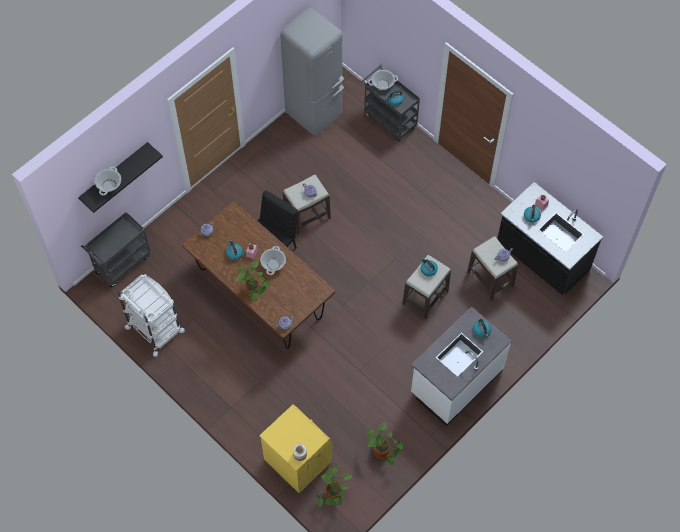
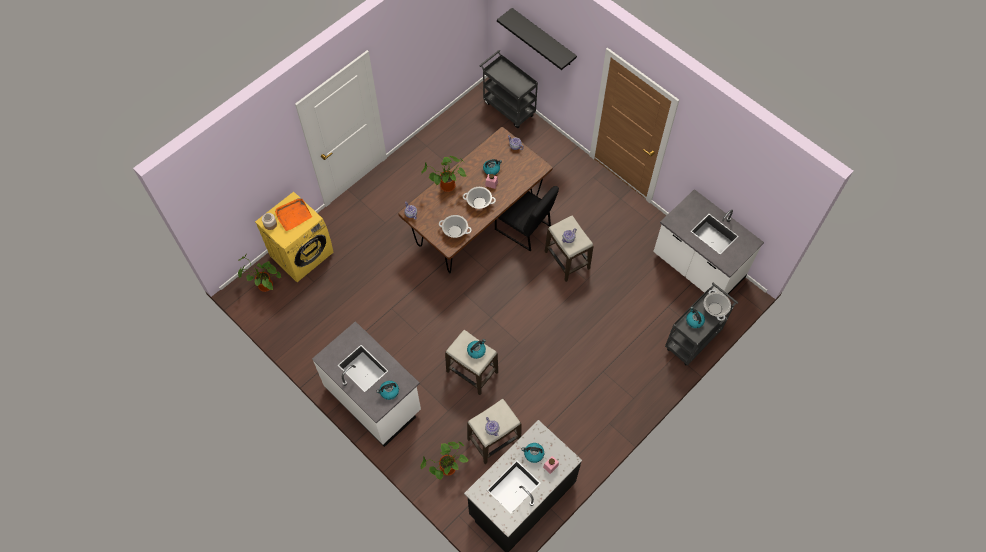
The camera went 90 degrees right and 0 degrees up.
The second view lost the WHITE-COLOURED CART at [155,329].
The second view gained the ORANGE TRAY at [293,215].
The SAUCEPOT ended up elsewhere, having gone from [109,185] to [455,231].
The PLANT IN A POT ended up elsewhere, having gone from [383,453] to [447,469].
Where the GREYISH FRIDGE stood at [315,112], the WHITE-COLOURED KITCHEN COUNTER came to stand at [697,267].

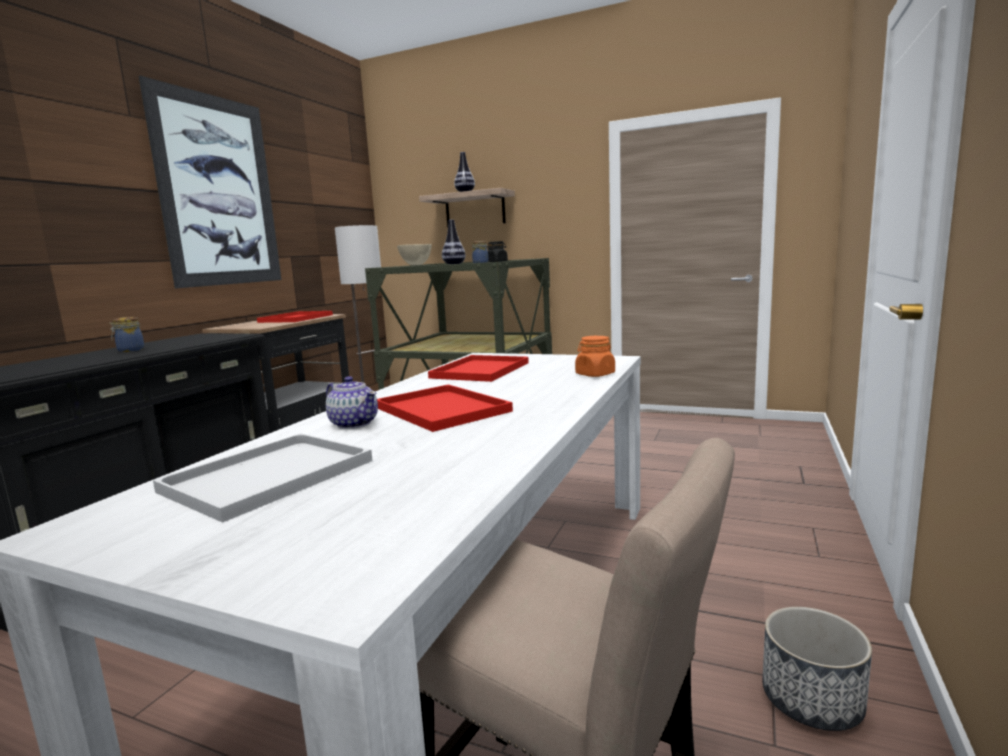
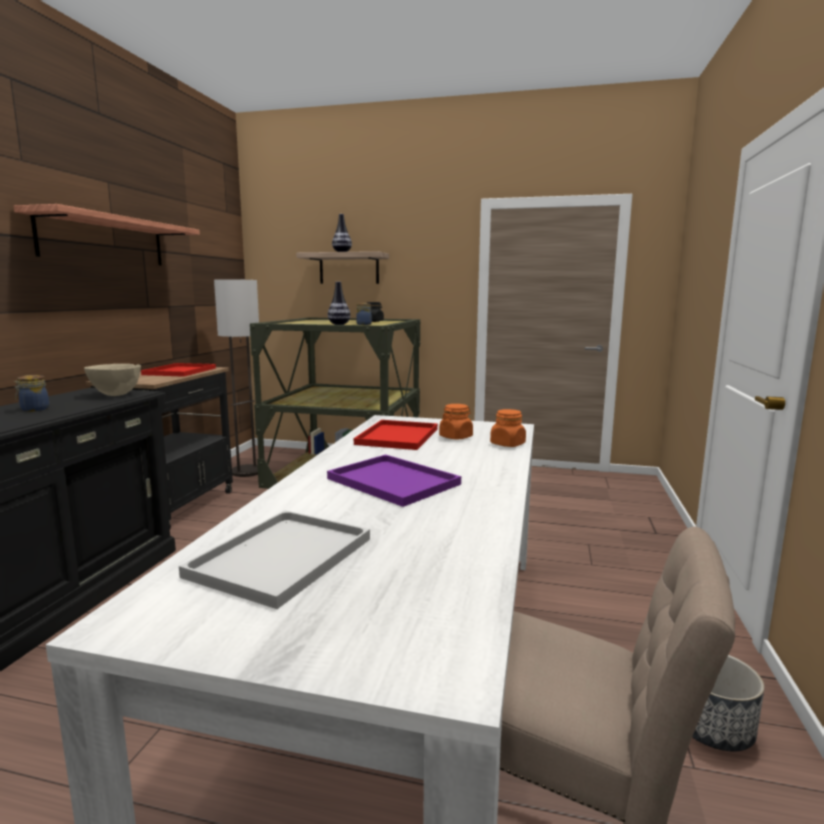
The camera went 10 degrees left and 0 degrees up.
The second view lost the POT FOR TEA at [354,423].
The second view gained the ORANGE PRESERVE JAR at [456,437].
The BEIGE-COLOURED SERVING BOWL ended up elsewhere, having gone from [416,265] to [116,395].
Where the PICTURE hung at [218,192], the SHELF came to hang at [104,240].
What was the RED TRAY at [439,409] turned into the PURPLE TRAY at [390,481].

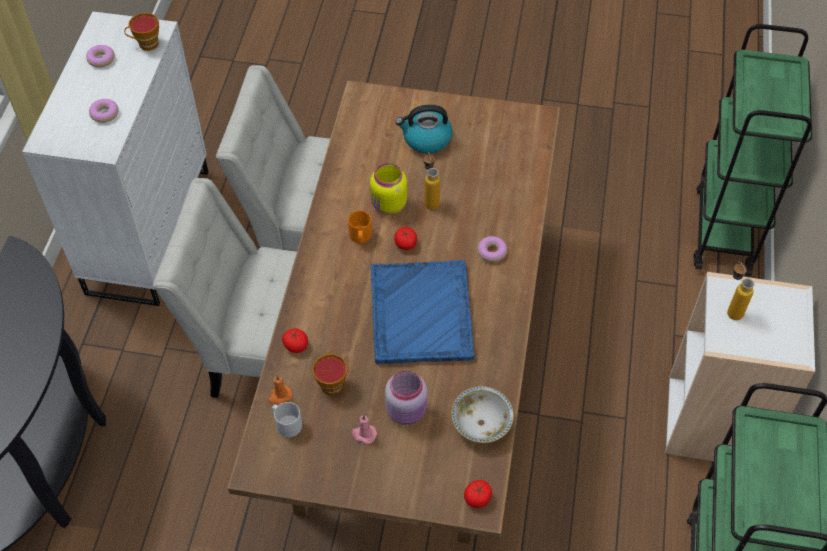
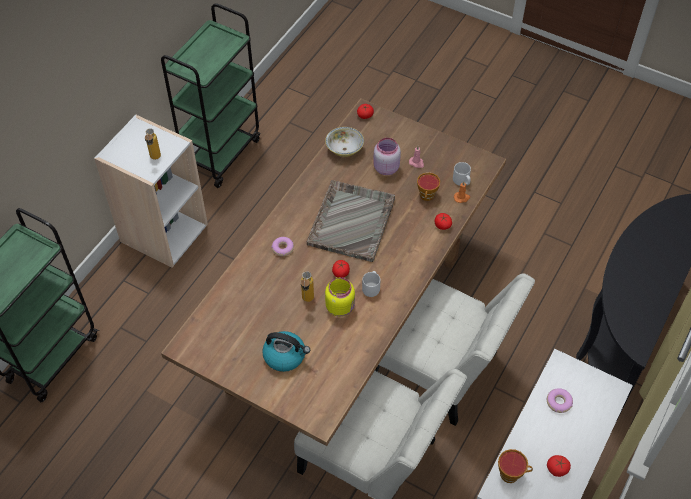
The camera went 160 degrees left and 0 degrees up.
Where the DOUGHNUT stood at [101,59], the TOMATO came to stand at [557,469].
What was the ORANGE TEA MUG at [360,237] turned into the GREYISH TEA MUG at [371,287].
What was the BLUISH TRAY at [421,314] turned into the GREYISH TRAY at [352,221].

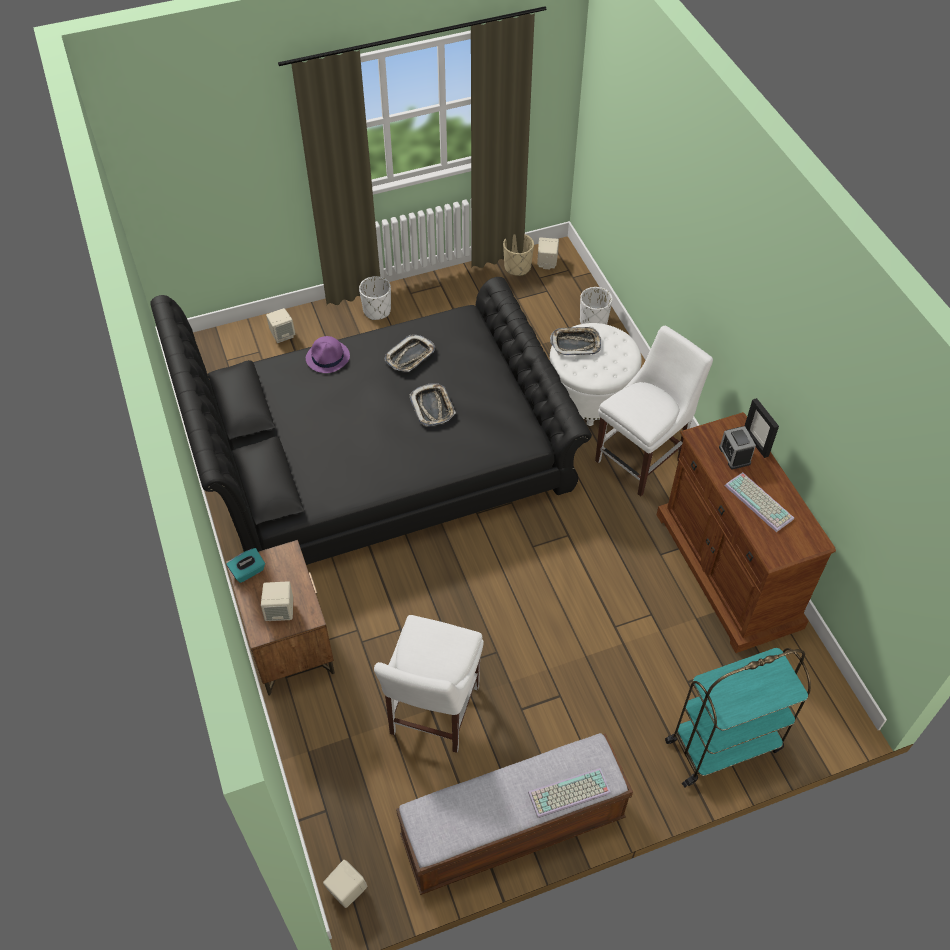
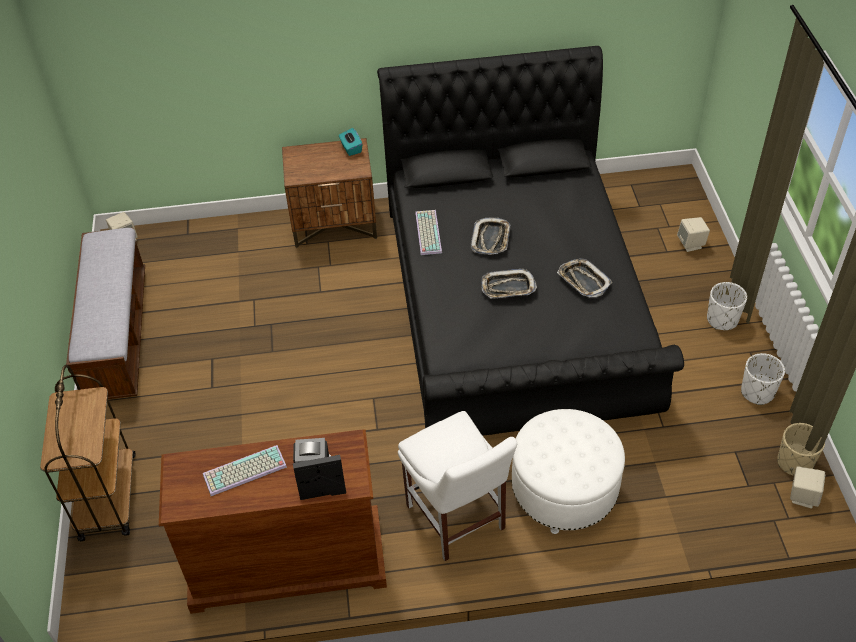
The camera went 105 degrees right and 5 degrees down.
The second view lost the BEIGE-COLOURED SPEAKER at [280,611].
The second view lost the PURPLE HAT at [328,357].
The second view lost the WHITE-COLOURED CHAIR at [432,714].
The KEYBOARD ended up elsewhere, having gone from [568,794] to [427,232].
The TRAY ended up elsewhere, having gone from [575,344] to [491,239].
The WHITE-COLOURED PLANTER ended up elsewhere, having gone from [593,321] to [757,392].
What was the TURQUOISE-COLOURED CART at [725,746] turned into the BROWNISH CART at [107,499].

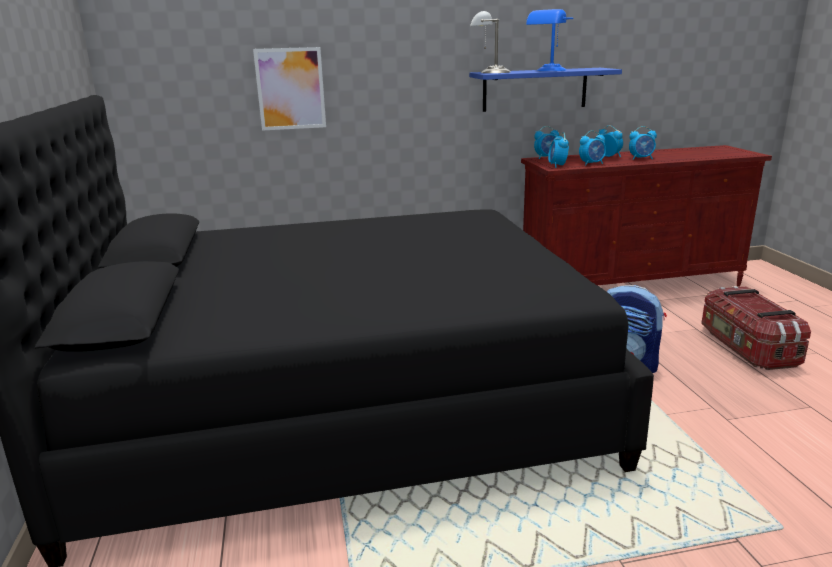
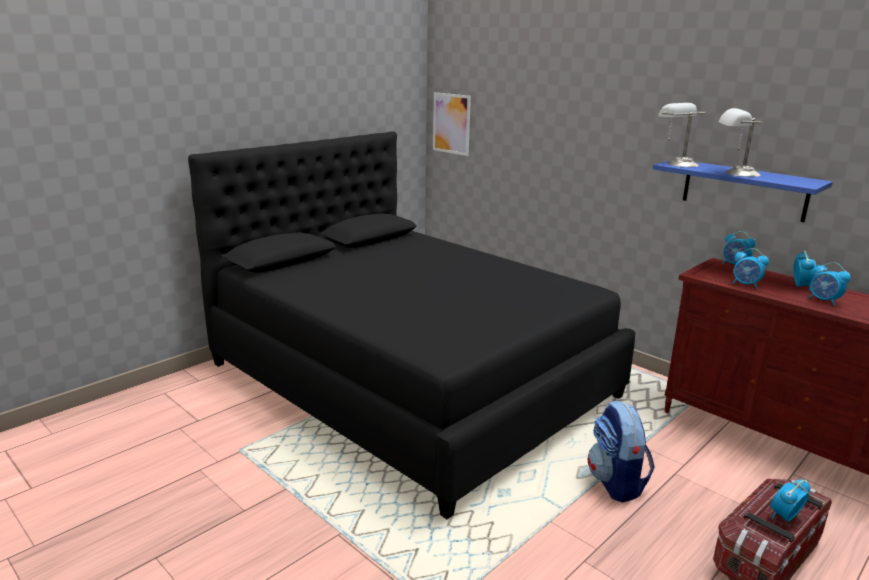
The camera went 55 degrees right and 0 degrees up.
The PICTURE ended up elsewhere, having gone from [290,89] to [451,123].
The TABLE CLOCK ended up elsewhere, having gone from [557,166] to [784,517].
What was the BLUISH TABLETOP LAMP at [548,70] turned into the WHITE-COLOURED TABLETOP LAMP at [735,173].

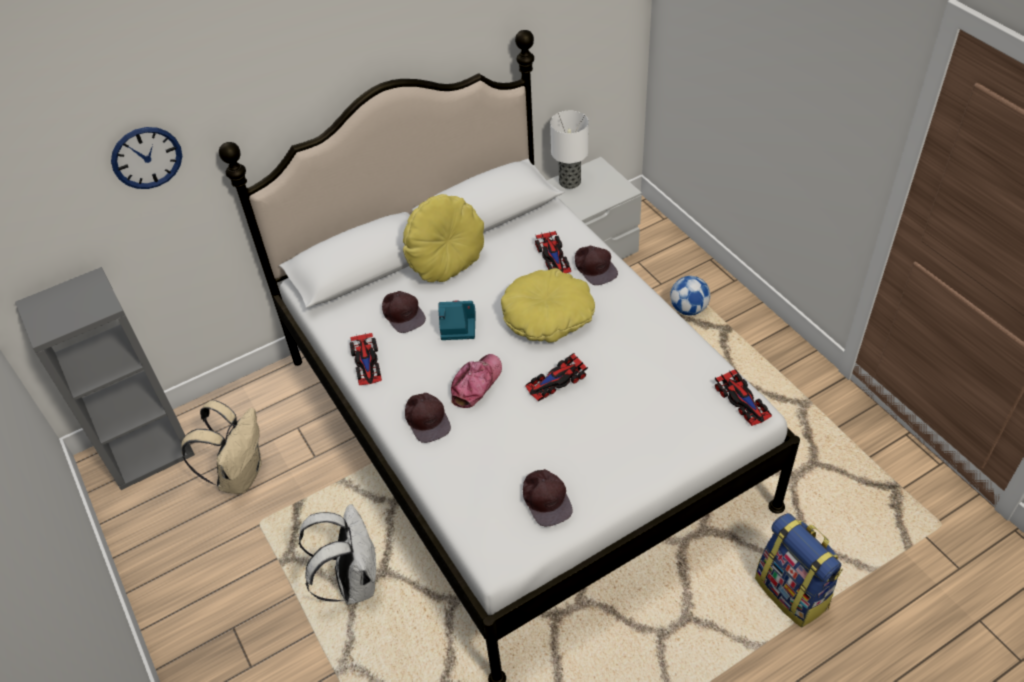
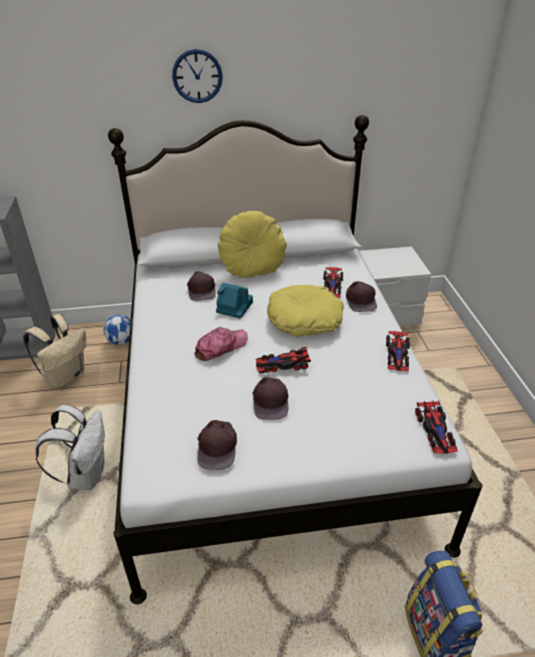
The camera went 20 degrees right and 10 degrees down.
The second view lost the TABLETOP LAMP at [569,182].
The WALL CLOCK ended up elsewhere, having gone from [146,157] to [197,76].
The MINIATURE CAR ended up elsewhere, having gone from [366,362] to [397,354].
The BROWNISH PEAKED CAP ended up elsewhere, having gone from [427,419] to [271,401].
The FOOTBALL ended up elsewhere, having gone from [688,309] to [121,341].

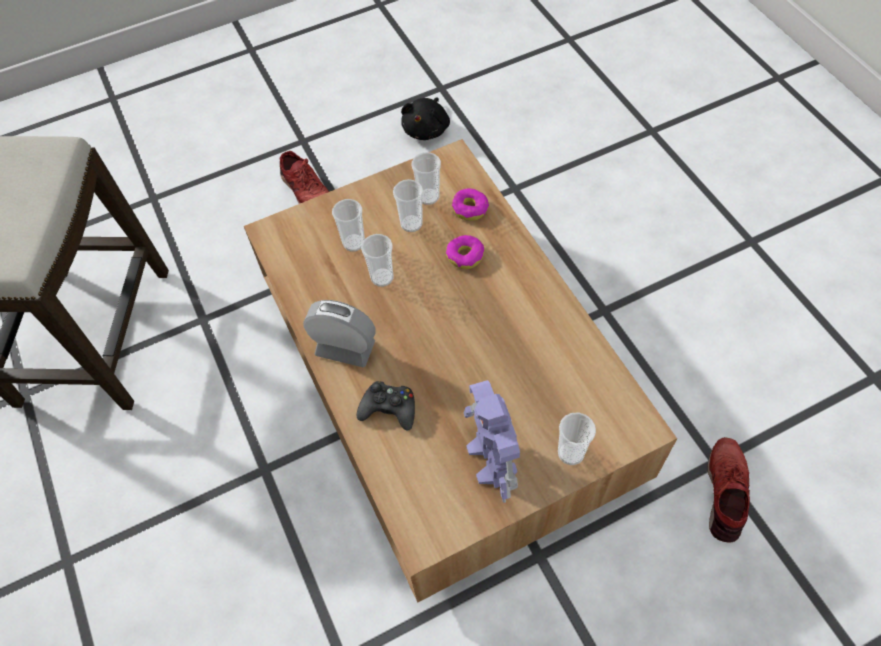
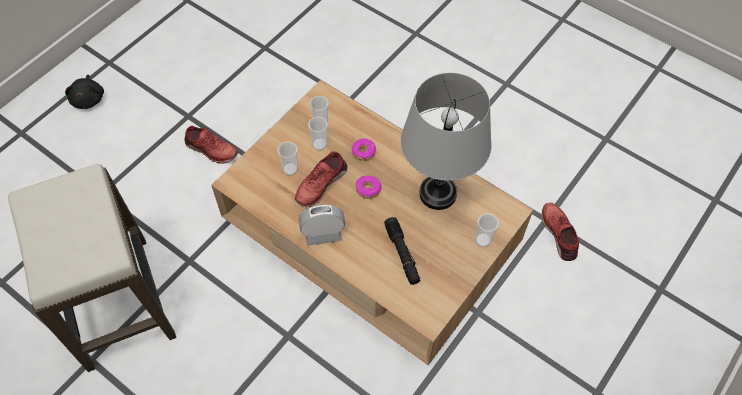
The camera went 30 degrees left and 0 degrees up.
The second view lost the BLACK-COLOURED GAMEPAD at [389,408].
The second view lost the MODEL ROBOT at [492,461].
The second view gained the BLACK-COLOURED TORCH at [402,254].
The second view gained the GREYISH TABLETOP LAMP at [438,194].
The BLACK-COLOURED SOFT TOY ended up elsewhere, having gone from [427,129] to [89,99].
The DOUGHNUT ended up elsewhere, having gone from [470,209] to [368,189].
Where the SMALL CUP stood at [382,277], the RED SHOE came to stand at [320,184].

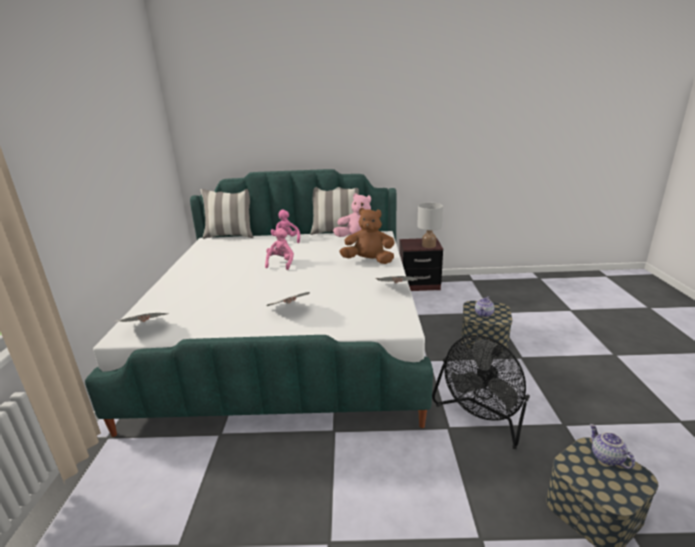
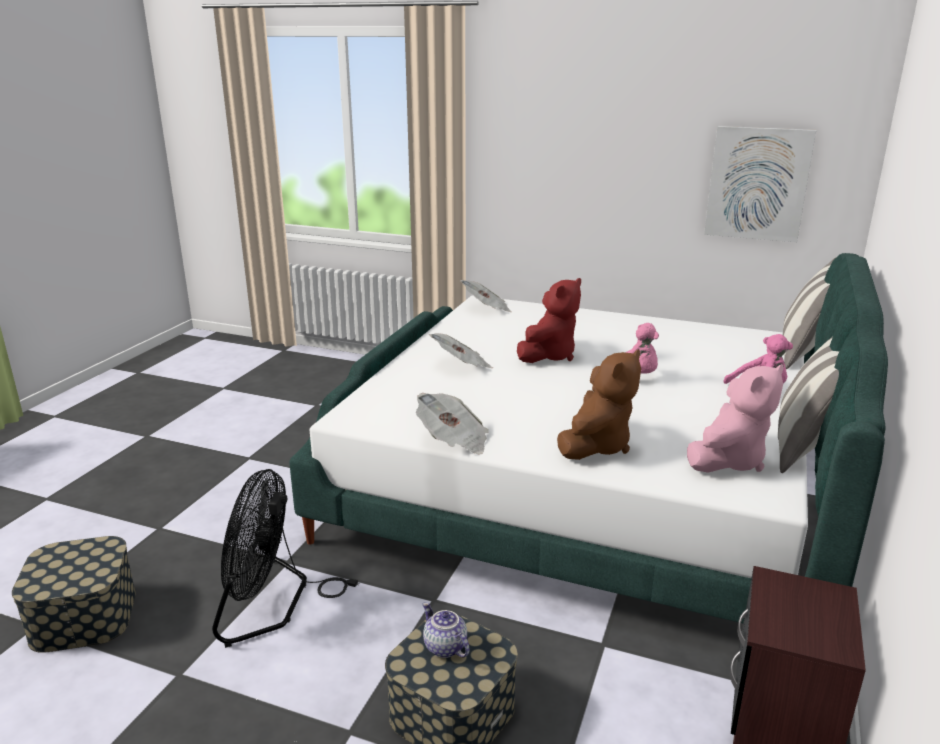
The camera went 110 degrees right and 0 degrees up.
The second view lost the GREYISH TABLETOP LAMP at [428,245].
The second view lost the POT FOR TEA at [606,457].
The second view gained the RED SOFT TOY at [549,355].
The second view gained the PICTURE at [757,183].
The BLACK-COLOURED COOLING FAN at [479,414] ended up facing another way, 60 degrees counterclockwise from before.

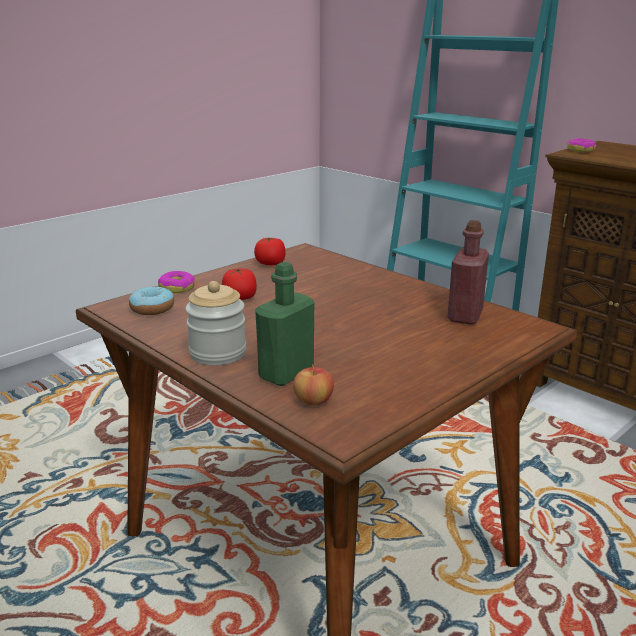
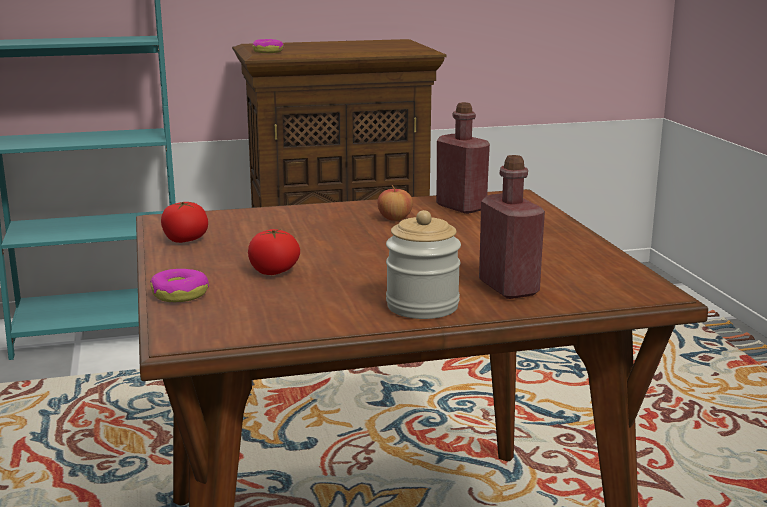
The camera went 60 degrees left and 5 degrees down.
The second view lost the DOUGHNUT at [152,309].
The WHOLE APPLE ended up elsewhere, having gone from [313,401] to [395,218].
What was the GREENISH BEVERAGE BOTTLE at [286,373] turned into the RED BEVERAGE BOTTLE at [508,288].

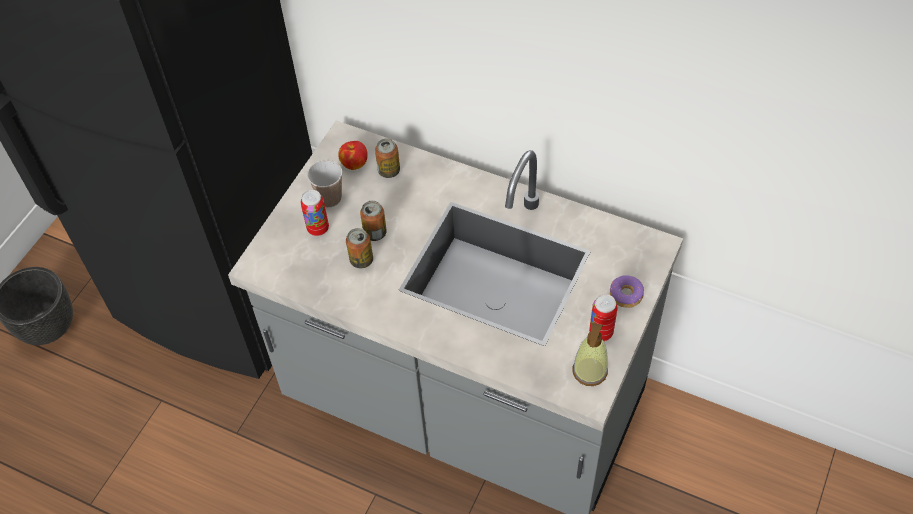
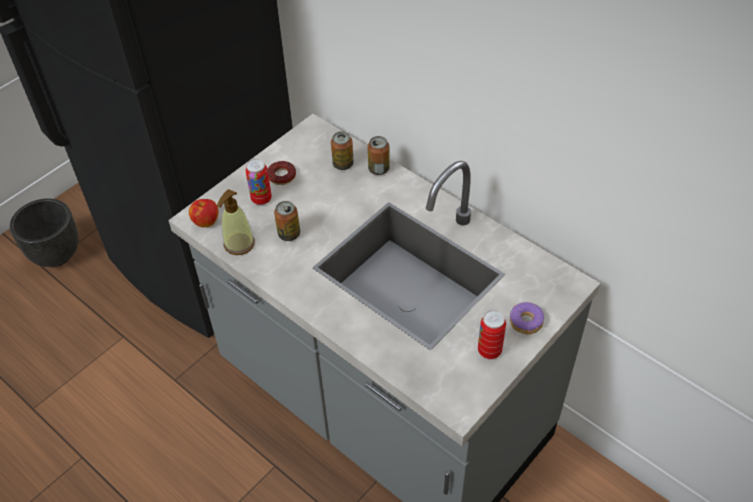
The camera went 15 degrees right and 5 degrees down.
The WHOLE APPLE ended up elsewhere, having gone from [354,163] to [206,221].
The SEALED CAN ended up elsewhere, having gone from [375,233] to [379,169].
The LIQUID SOAP BOTTLE ended up elsewhere, having gone from [589,371] to [239,244].
Where the SMALL CUP stood at [329,198], the DOUGHNUT came to stand at [281,176].

